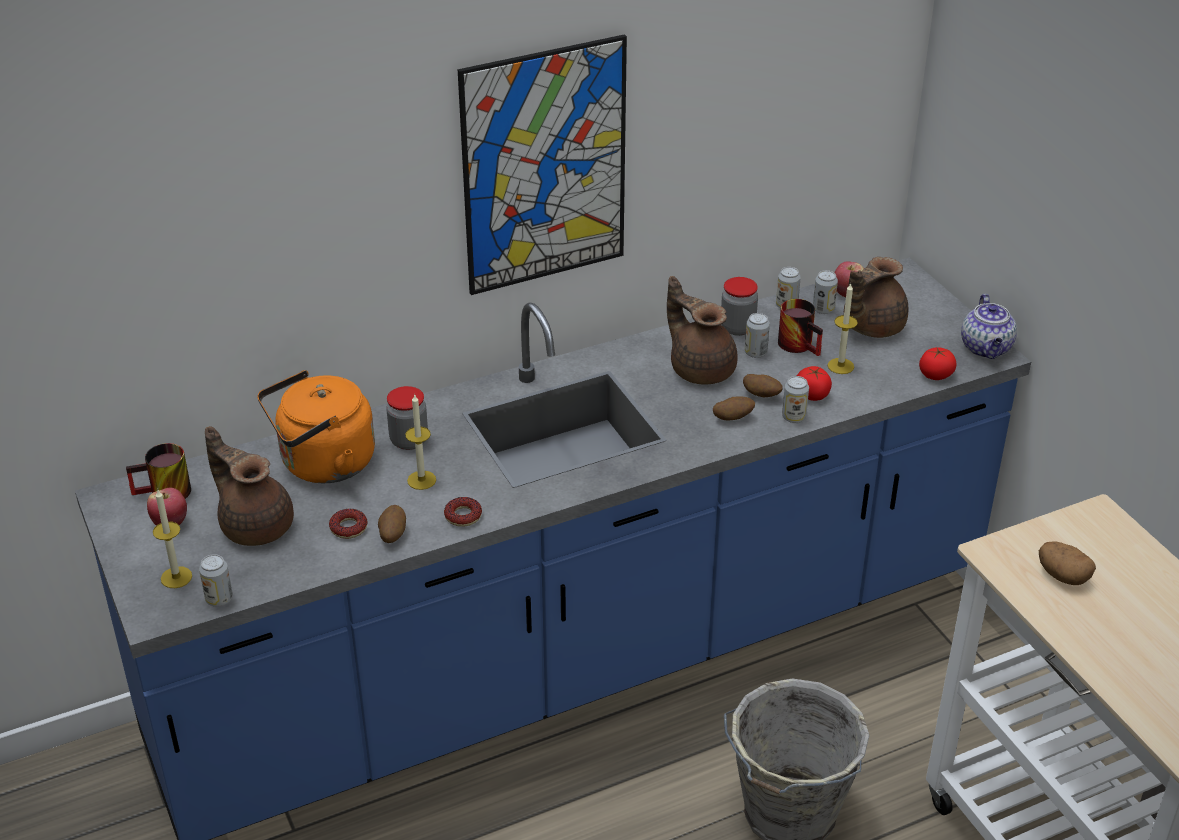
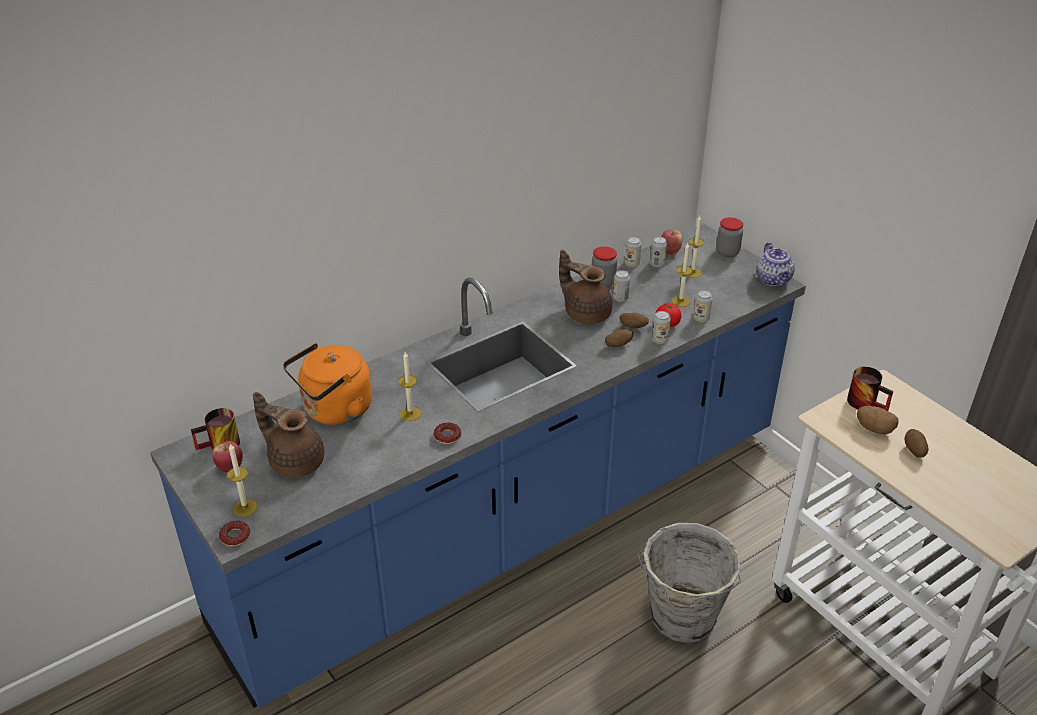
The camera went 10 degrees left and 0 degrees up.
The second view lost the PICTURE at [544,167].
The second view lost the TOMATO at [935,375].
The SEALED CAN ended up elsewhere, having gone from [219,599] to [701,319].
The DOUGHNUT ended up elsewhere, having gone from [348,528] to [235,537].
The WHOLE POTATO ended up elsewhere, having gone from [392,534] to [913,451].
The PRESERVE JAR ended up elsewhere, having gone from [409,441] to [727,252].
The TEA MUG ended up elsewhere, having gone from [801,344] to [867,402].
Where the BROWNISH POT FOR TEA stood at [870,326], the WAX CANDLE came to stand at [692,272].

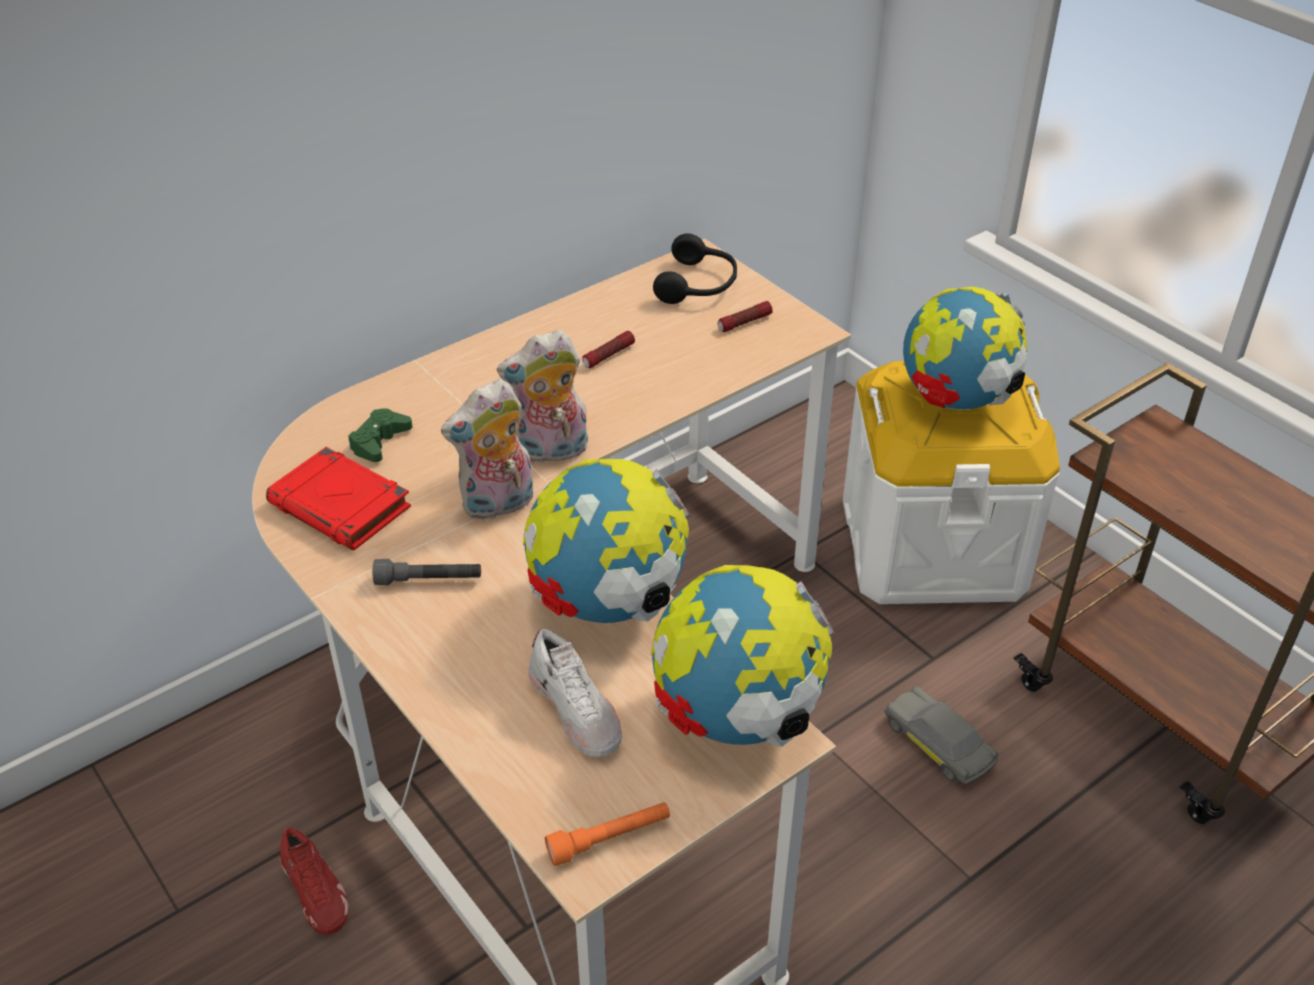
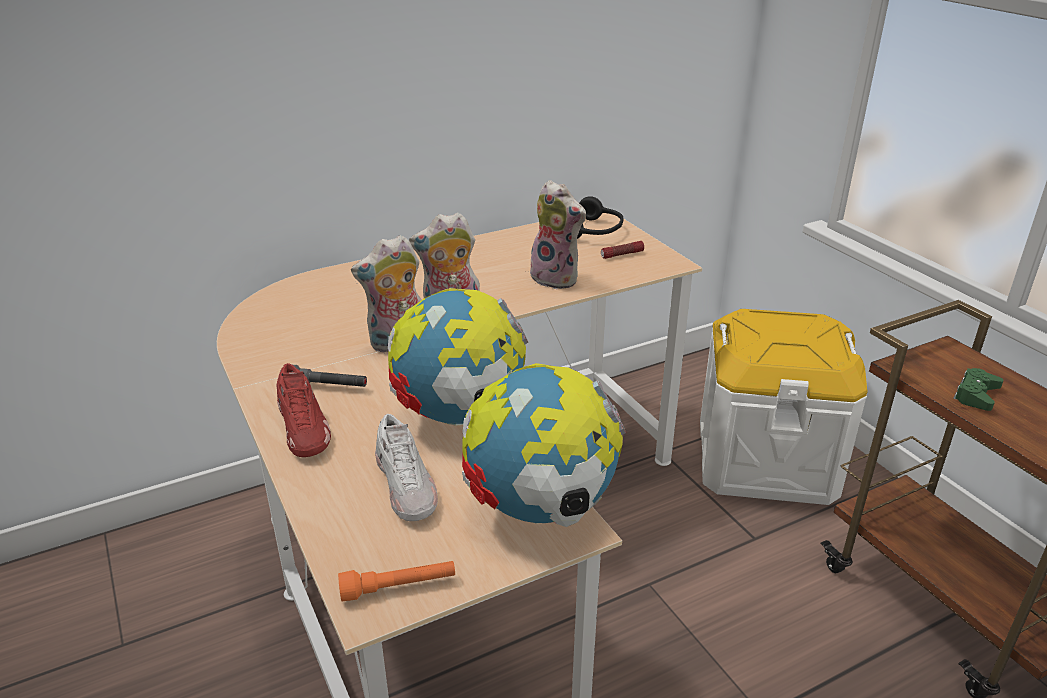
The camera went 10 degrees right and 10 degrees down.
The second view lost the RED VOLUME at [341,506].
The second view lost the TORCH at [608,356].
The second view lost the GREYISH MINIATURE CAR at [938,745].
The second view lost the WORLD GLOBE at [955,400].
The second view gained the SOFT TOY at [557,278].
The RED SHOE ended up elsewhere, having gone from [316,892] to [304,429].
The GREENISH GAMEPAD ended up elsewhere, having gone from [379,441] to [976,395].

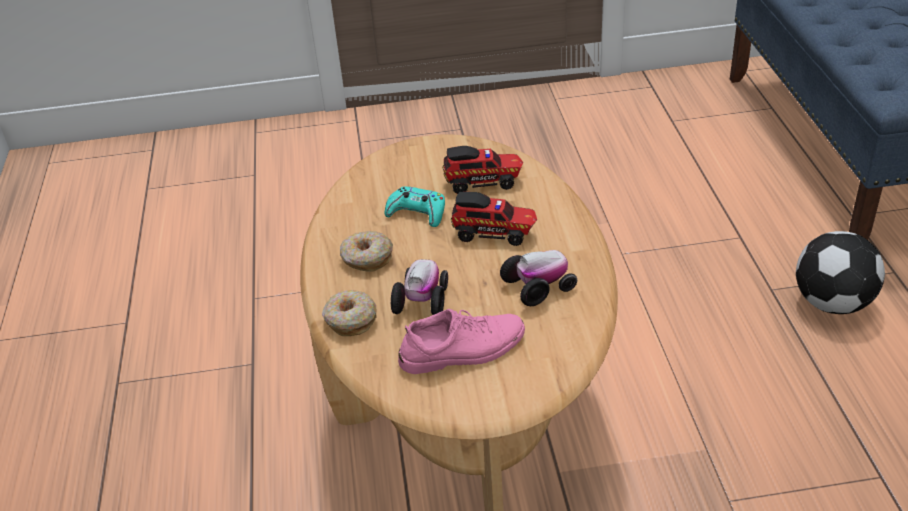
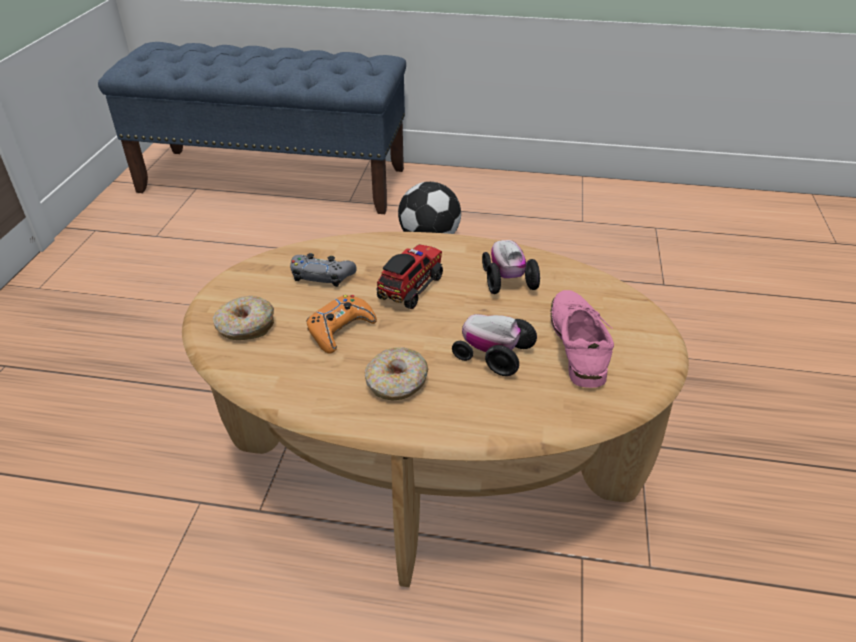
The camera went 75 degrees left and 0 degrees up.
The DOUGHNUT ended up elsewhere, having gone from [350,320] to [245,327].
Where the TOY TRUCK stood at [483,182], the GREYISH GAMEPAD came to stand at [322,276].
What was the TURQUOISE-COLOURED GAMEPAD at [417,213] turned into the ORANGE GAMEPAD at [340,330].

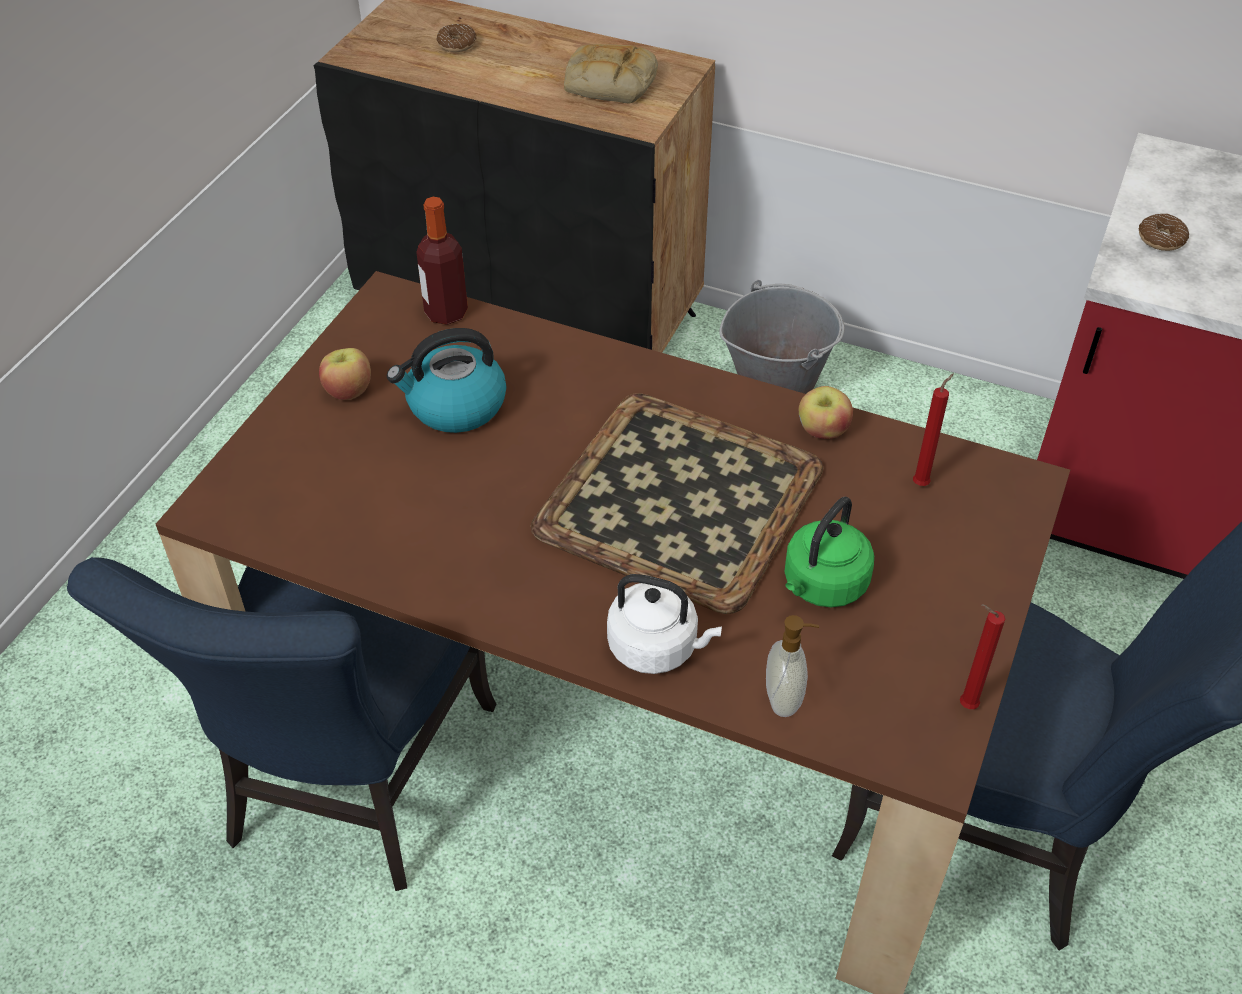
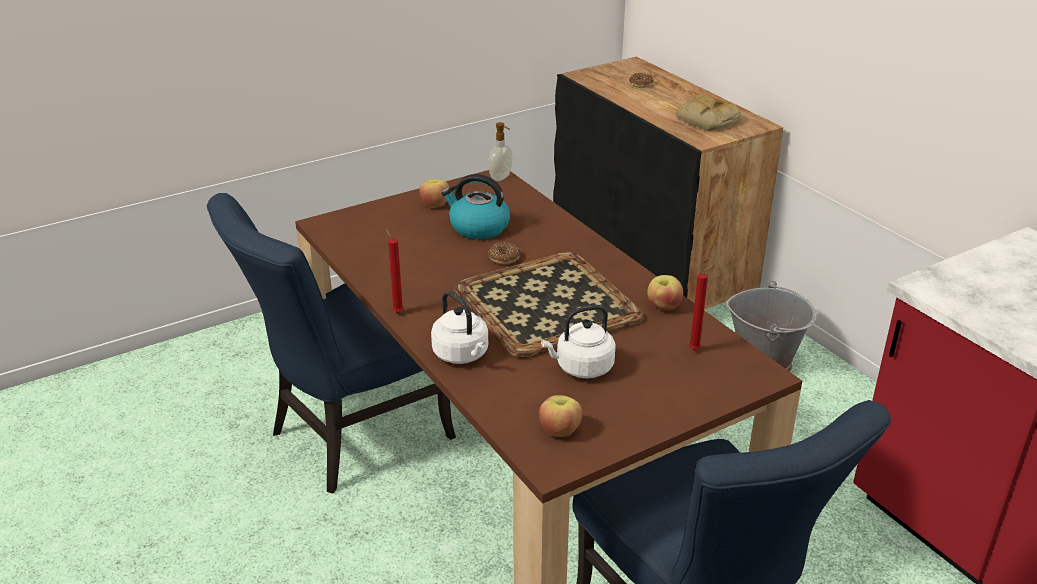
The camera went 35 degrees right and 15 degrees down.
The second view lost the BEVERAGE BOTTLE at [446,312].
The second view gained the WHOLE APPLE at [560,430].
The LIQUID SOAP BOTTLE ended up elsewhere, having gone from [785,699] to [501,178].
The RED WAX CANDLE ended up elsewhere, having gone from [964,705] to [397,312].
The DOUGHNUT ended up elsewhere, having gone from [1161,239] to [504,258].
What was the GREENISH TEA KETTLE at [822,585] turned into the WHITE-COLOURED TEA KETTLE at [581,368].

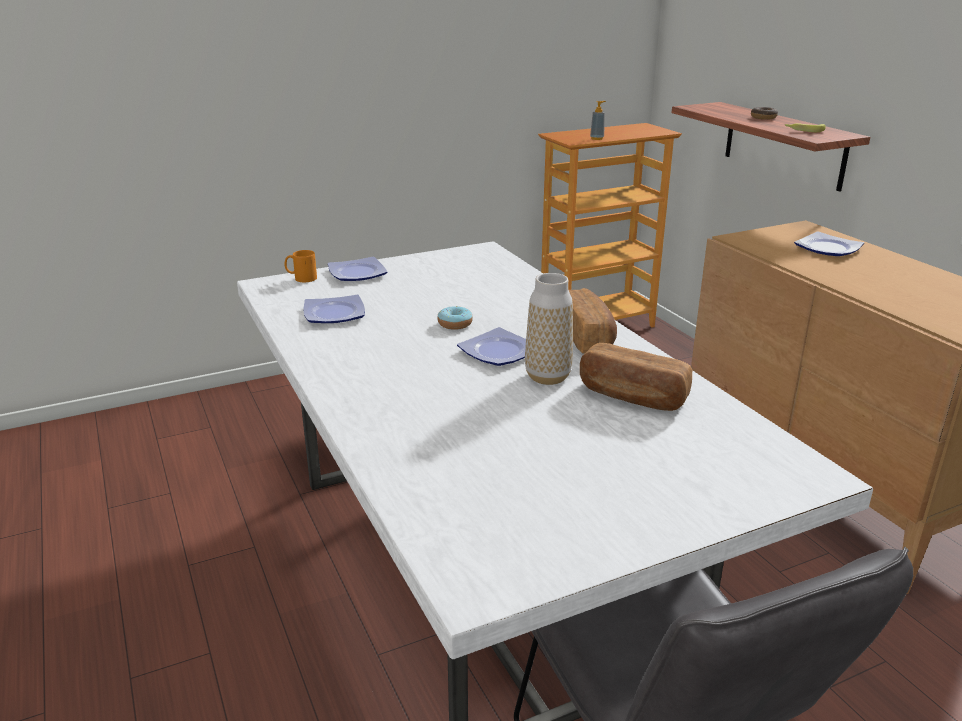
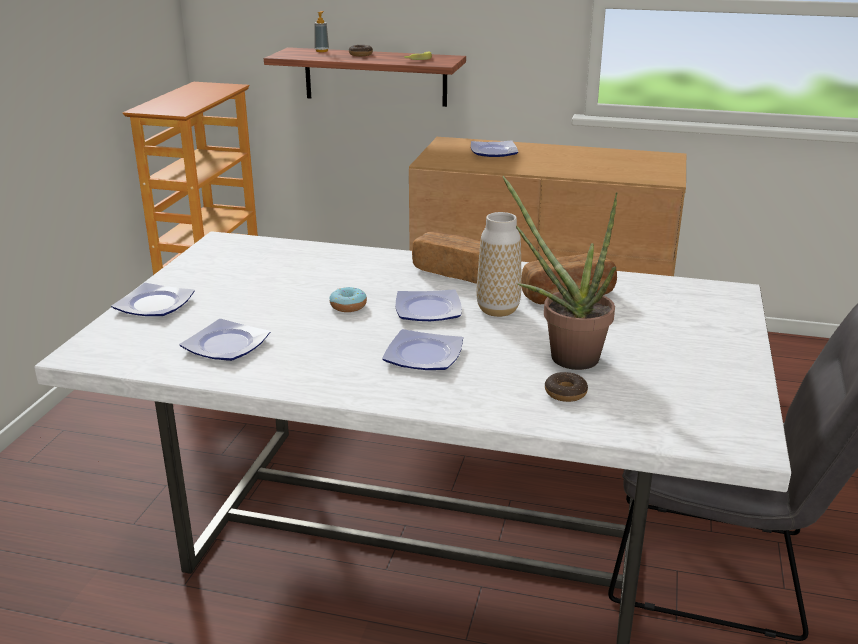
The camera went 50 degrees left and 0 degrees up.
The second view lost the ORANGE TEA MUG at [301,278].
The second view gained the FLAT DISH at [425,355].
The second view gained the PLANT IN A POT at [564,355].
The second view gained the DOUGHNUT at [565,393].
The LIQUID SOAP BOTTLE ended up elsewhere, having gone from [597,138] to [321,51].

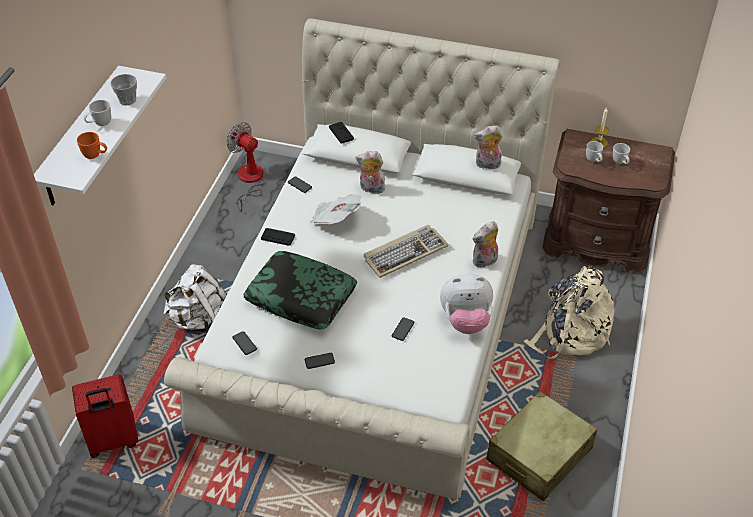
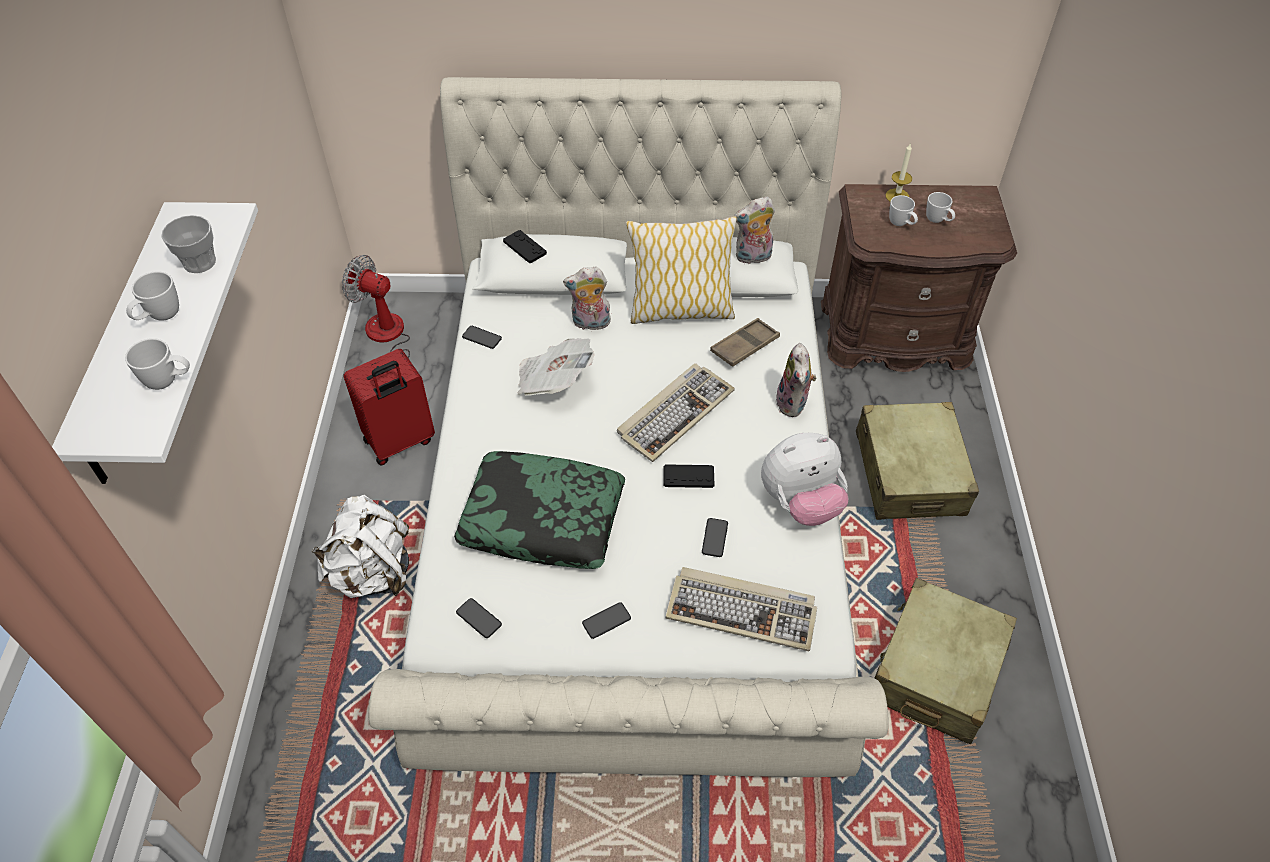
The camera went 15 degrees left and 5 degrees up.
The second view gained the PILLOW at [680,310].
The second view gained the KEYBOARD at [743,611].
The second view gained the BROWNISH TRAY at [744,346].
The RED TRAVEL CASE ended up elsewhere, having gone from [113,441] to [400,442].
The BLACK-COLOURED GAMEPAD ended up elsewhere, having gone from [278,237] to [688,477].
Where the BEIGE-COLOURED RUCKSACK stood at [570,332], the BEIGE-COLOURED TRAVEL CASE came to stand at [909,473].
What was the ORANGE TEA MUG at [95,156] turned into the WHITE-COLOURED TEA MUG at [169,381].
The SOFT TOY at [485,262] ended up facing another way, 45 degrees counterclockwise from before.

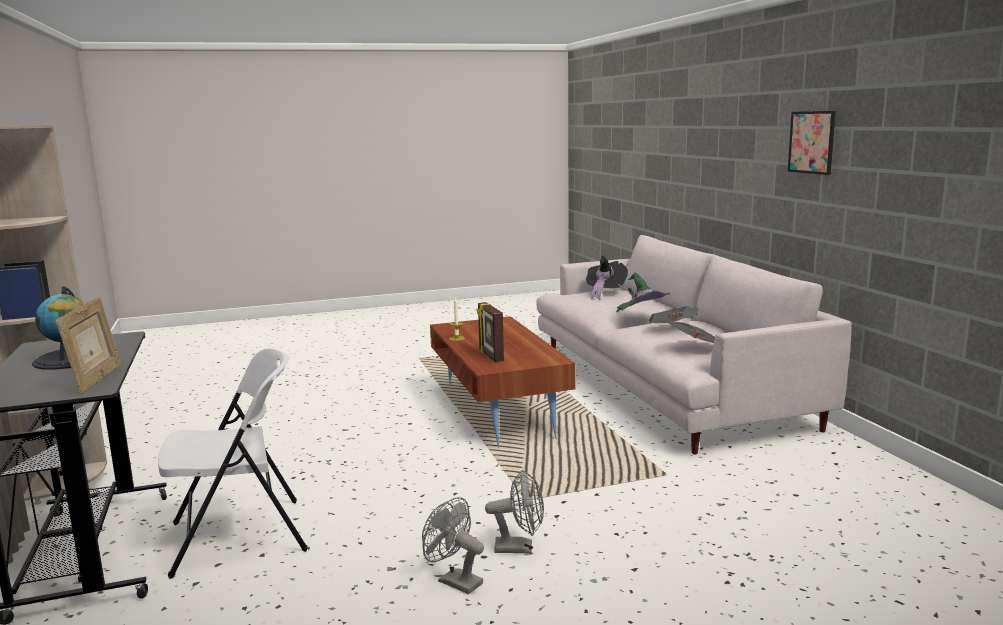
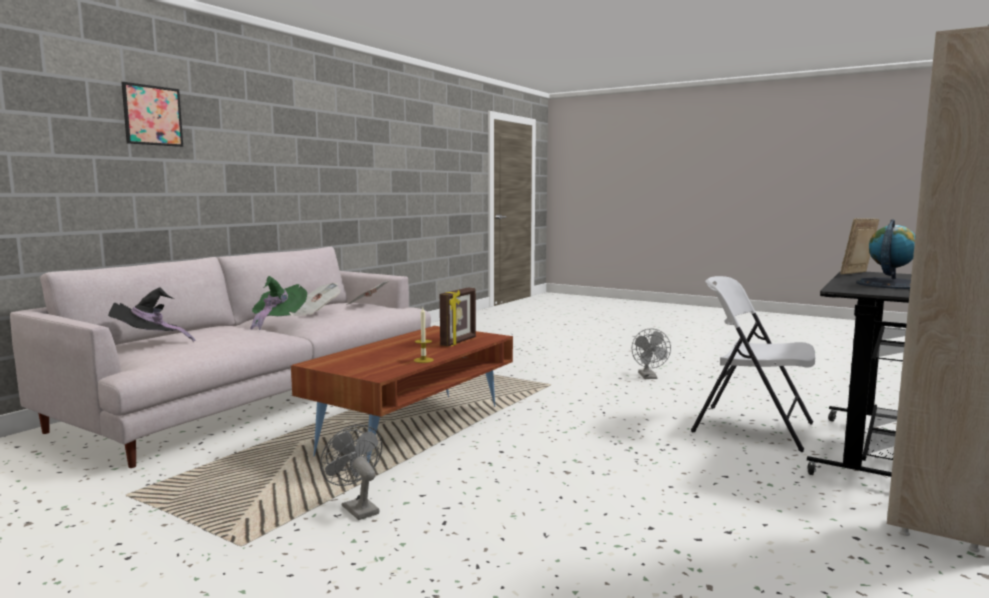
The camera went 130 degrees left and 5 degrees down.
The GREYISH COOLING FAN ended up elsewhere, having gone from [520,547] to [356,508].
The PICTURE ended up elsewhere, having gone from [811,142] to [152,115].

